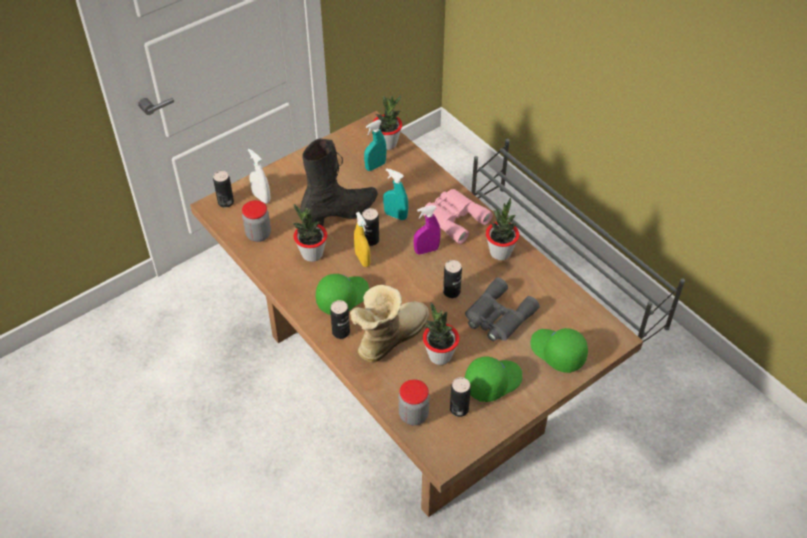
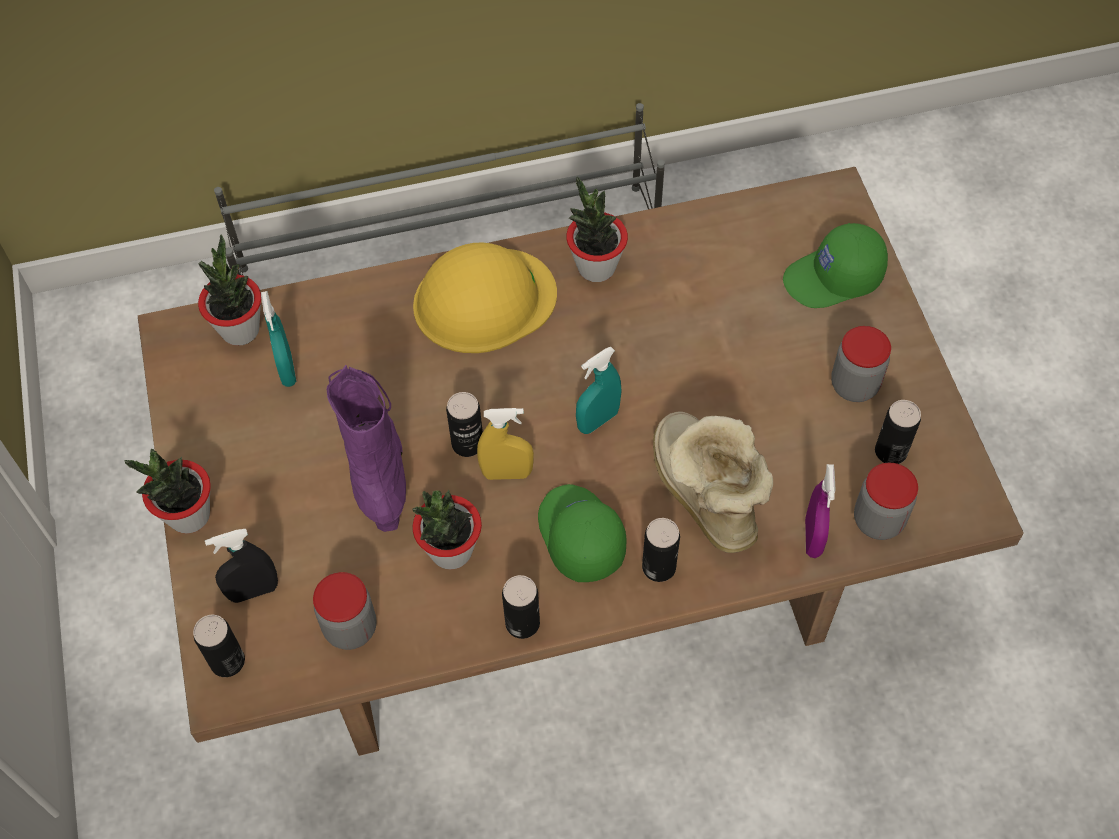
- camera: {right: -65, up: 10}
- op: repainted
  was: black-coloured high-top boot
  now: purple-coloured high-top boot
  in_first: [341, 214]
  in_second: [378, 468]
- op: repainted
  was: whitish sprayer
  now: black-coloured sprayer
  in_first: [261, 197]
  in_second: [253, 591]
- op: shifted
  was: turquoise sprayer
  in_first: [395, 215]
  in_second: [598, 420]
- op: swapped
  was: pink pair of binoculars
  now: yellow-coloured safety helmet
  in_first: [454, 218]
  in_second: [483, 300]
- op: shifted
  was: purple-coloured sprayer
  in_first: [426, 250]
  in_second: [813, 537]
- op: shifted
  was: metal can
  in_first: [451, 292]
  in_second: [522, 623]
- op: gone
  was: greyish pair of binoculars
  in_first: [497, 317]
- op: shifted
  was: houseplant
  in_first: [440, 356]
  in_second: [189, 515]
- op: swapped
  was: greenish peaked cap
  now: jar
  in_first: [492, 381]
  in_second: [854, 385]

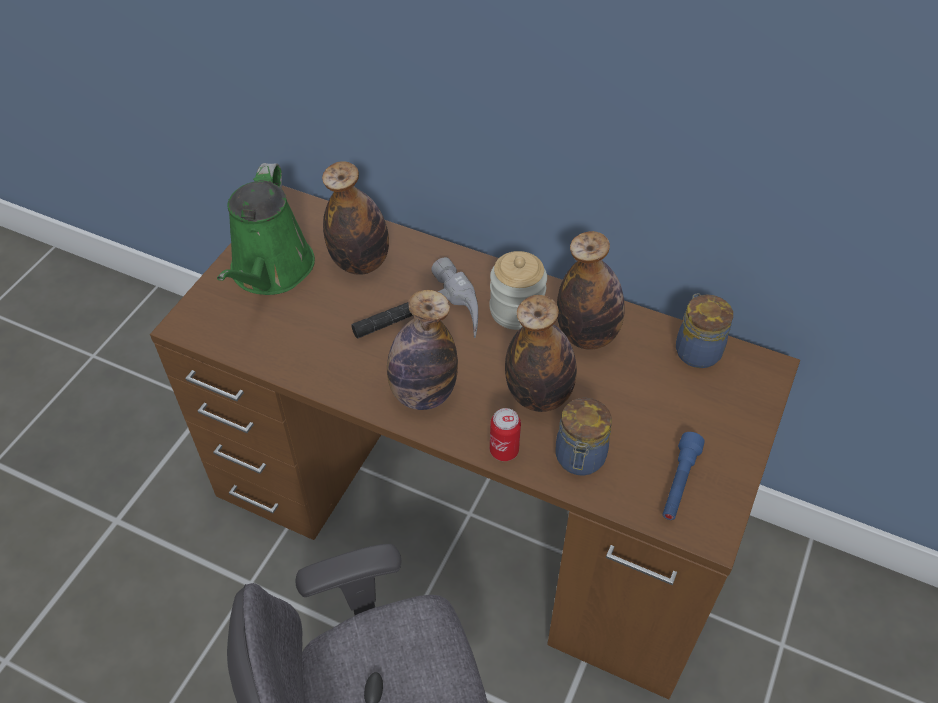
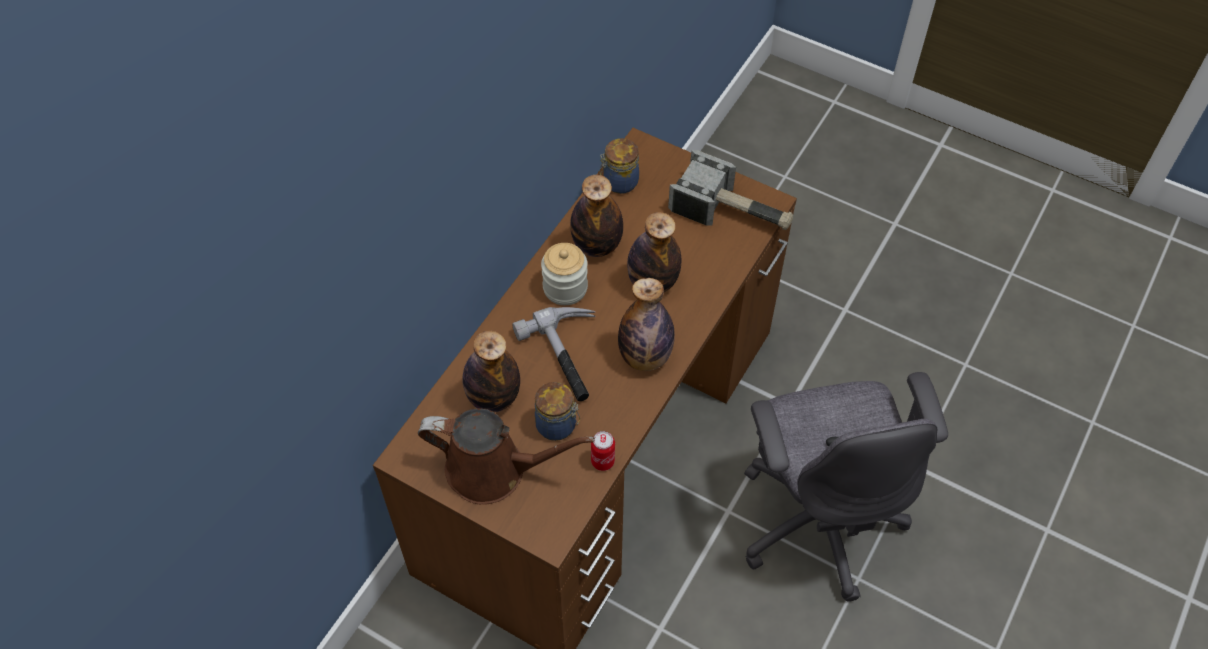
- camera: {right: -85, up: 5}
- op: repainted
  was: greenish watering can
  now: brown-coloured watering can
  in_first: [270, 272]
  in_second: [494, 470]
- op: shifted
  was: jar
  in_first: [579, 459]
  in_second: [558, 426]
- op: shifted
  was: metal can
  in_first: [504, 450]
  in_second: [603, 461]
- op: swapped
  was: blue-coloured flashlight
  now: tool hammer
  in_first: [679, 483]
  in_second: [733, 212]

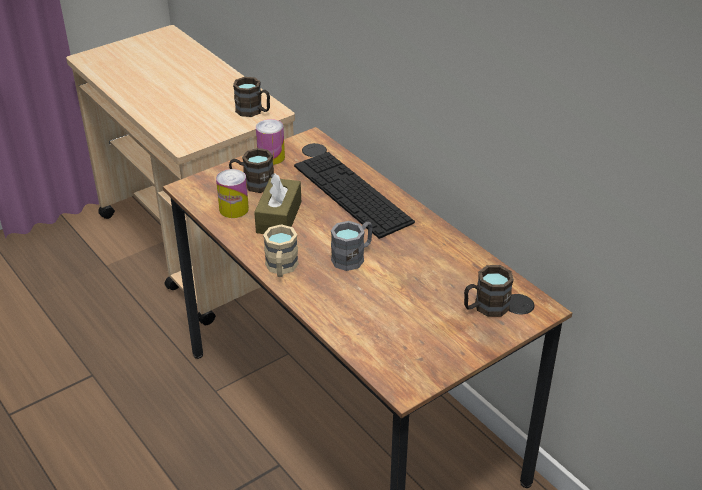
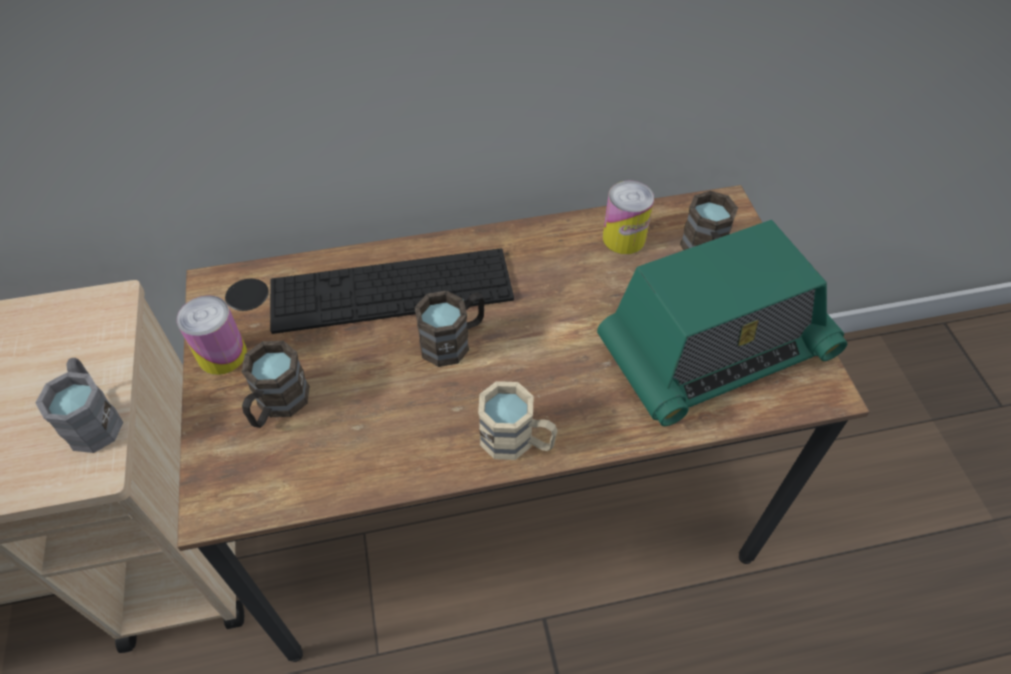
- camera: {right: -65, up: 15}
- op: shifted
  was: brown-coloured mug
  in_first: [253, 111]
  in_second: [454, 340]
- op: shifted
  was: metal can
  in_first: [234, 209]
  in_second: [624, 238]
- op: gone
  was: brown-coloured box of tissues
  in_first: [279, 217]
- op: shifted
  was: greyish mug
  in_first: [353, 257]
  in_second: [94, 418]
- op: new
  now: radio receiver
  in_second: [714, 351]

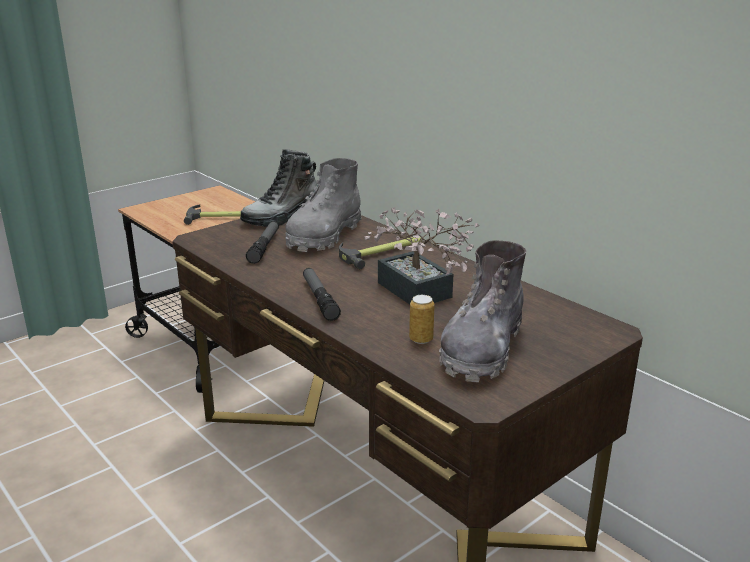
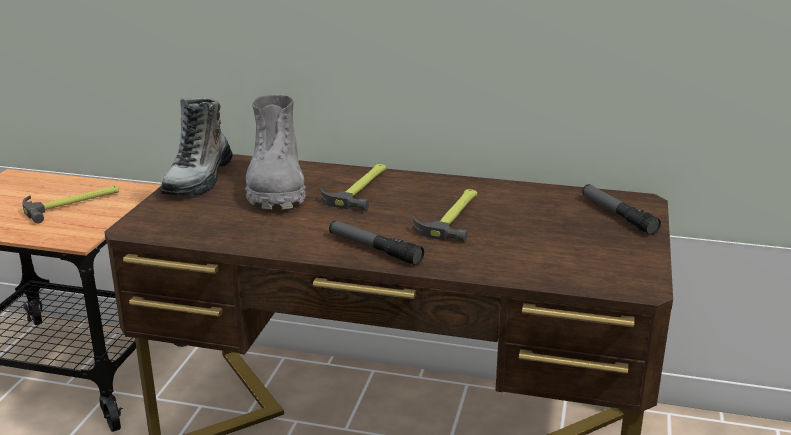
- camera: {right: -35, up: 0}
- op: swapped
  was: houseplant
  now: tool hammer
  in_first: [418, 293]
  in_second: [454, 217]
- op: shifted
  was: flashlight
  in_first: [264, 247]
  in_second: [617, 215]
- op: gone
  was: greyish high-top boot
  in_first: [482, 349]
- op: gone
  was: metal can
  in_first: [421, 339]

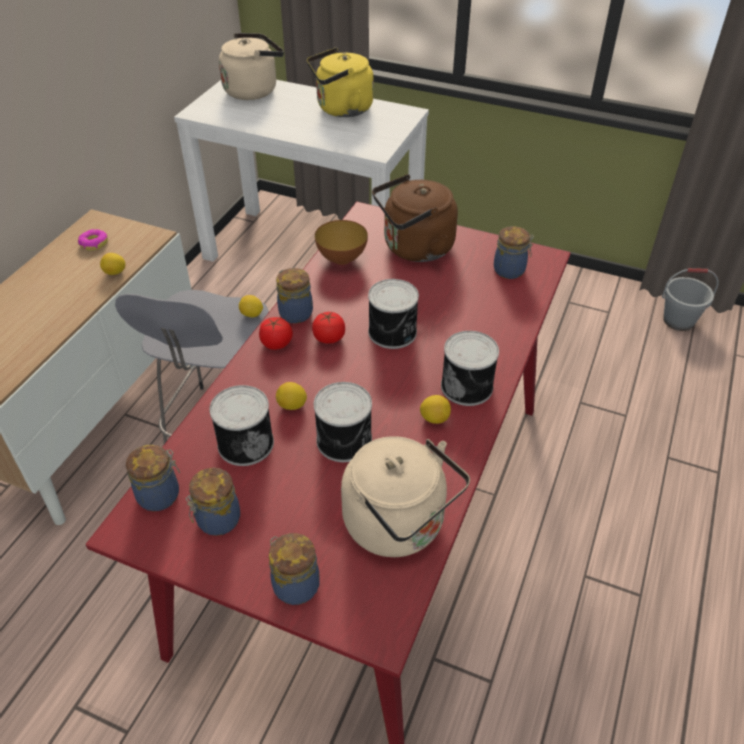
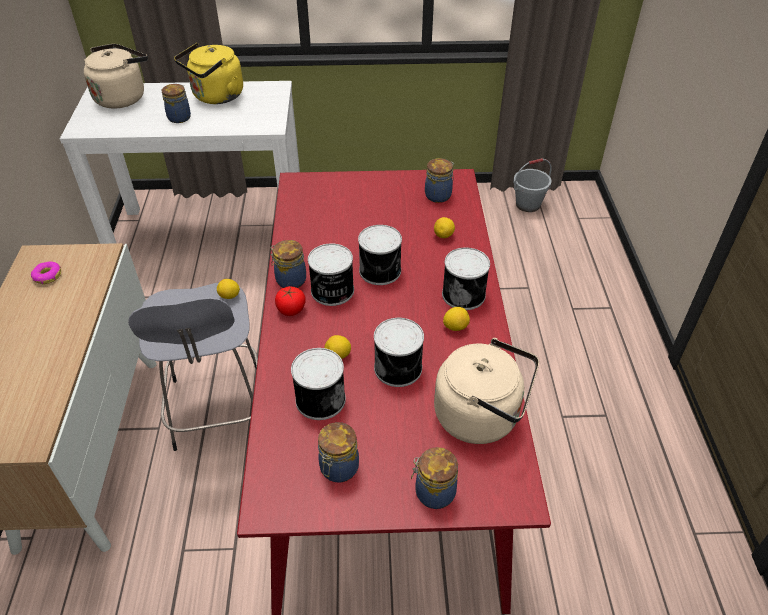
- camera: {right: -25, up: 0}
- op: gone
  was: brown-coloured tea kettle
  in_first: [414, 248]
- op: gone
  was: serving bowl
  in_first: [342, 259]
- op: shifted
  was: whole lemon
  in_first: [115, 273]
  in_second: [444, 235]
- op: swapped
  was: whole tomato
  now: metal can
  in_first: [329, 338]
  in_second: [332, 291]
- op: shifted
  was: jar
  in_first: [160, 495]
  in_second: [180, 117]

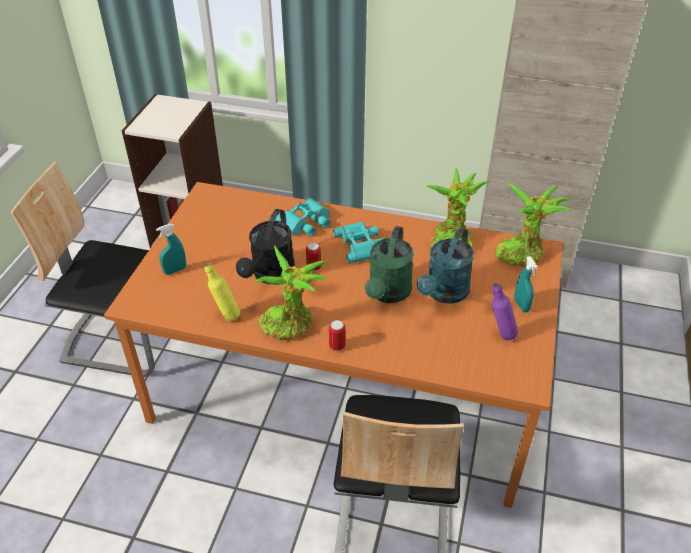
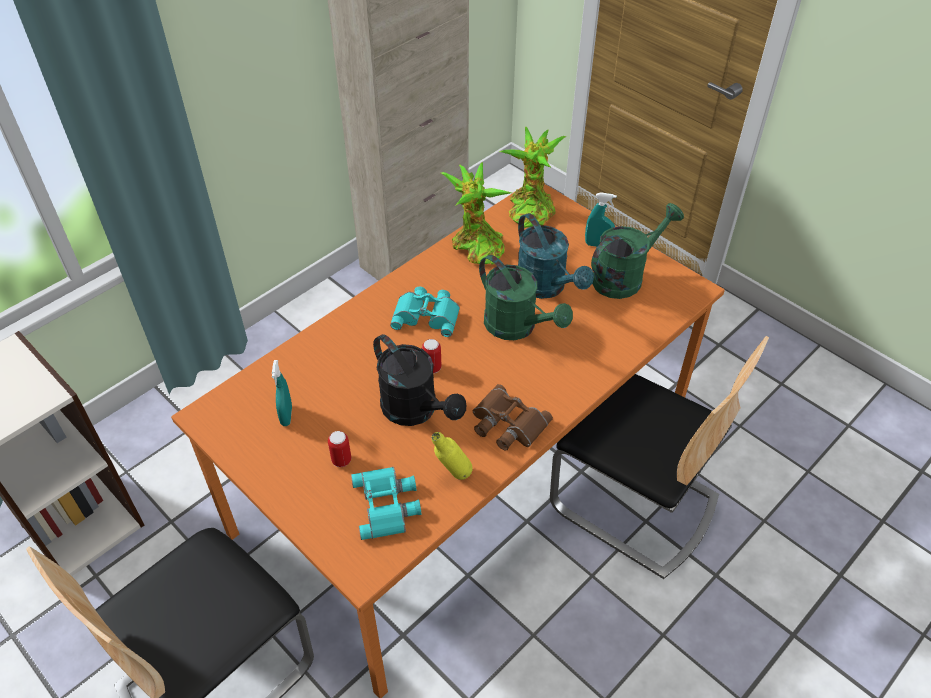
- camera: {right: -60, up: 5}
- op: shifted
  was: turquoise pair of binoculars
  in_first: [306, 222]
  in_second: [387, 505]
- op: shifted
  was: turquoise sprayer
  in_first: [175, 270]
  in_second: [286, 415]
- op: swapped
  was: houseplant
  now: brown-coloured pair of binoculars
  in_first: [290, 324]
  in_second: [507, 424]
- op: swapped
  was: purple-coloured bottle
  now: greenish watering can
  in_first: [500, 334]
  in_second: [624, 276]
- op: shifted
  was: metal can
  in_first: [337, 346]
  in_second: [341, 460]

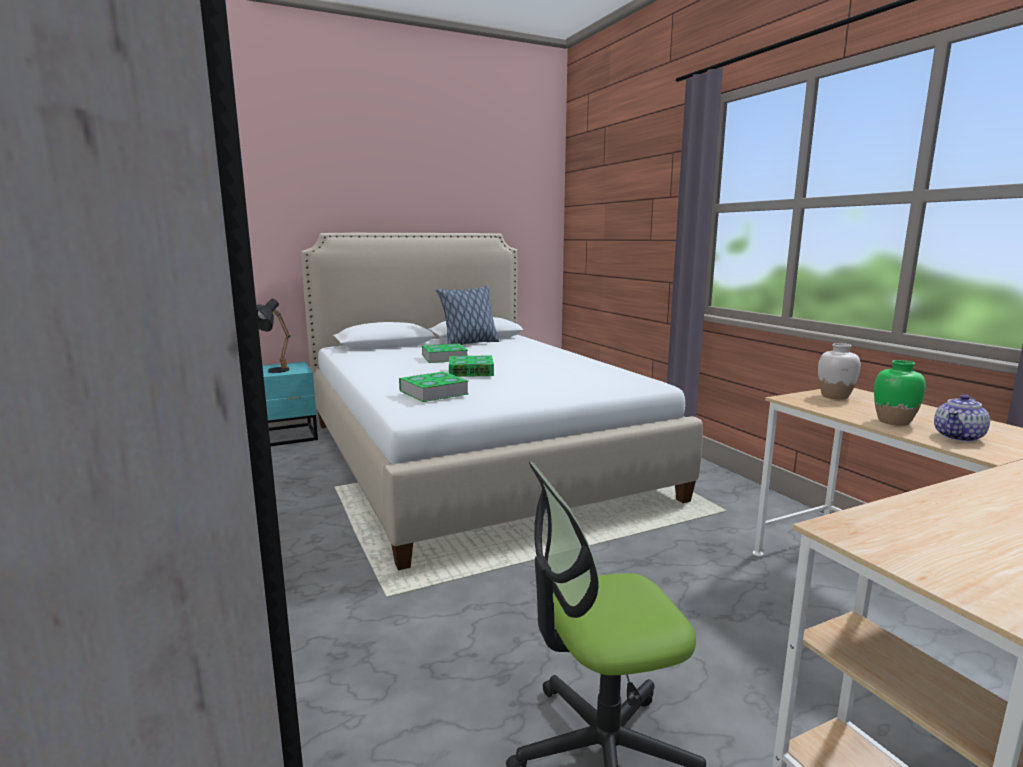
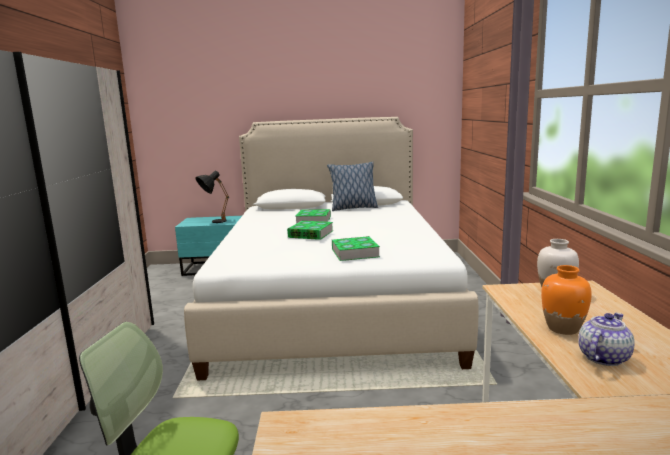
- camera: {right: 25, up: 0}
- op: repainted
  was: greenish decorative vase
  now: orange decorative vase
  in_first: [894, 422]
  in_second: [563, 329]
- op: shifted
  was: book
  in_first: [433, 392]
  in_second: [355, 253]
- op: rotated
  was: pot for tea
  in_first: [959, 437]
  in_second: [603, 357]
  clockwise: 150

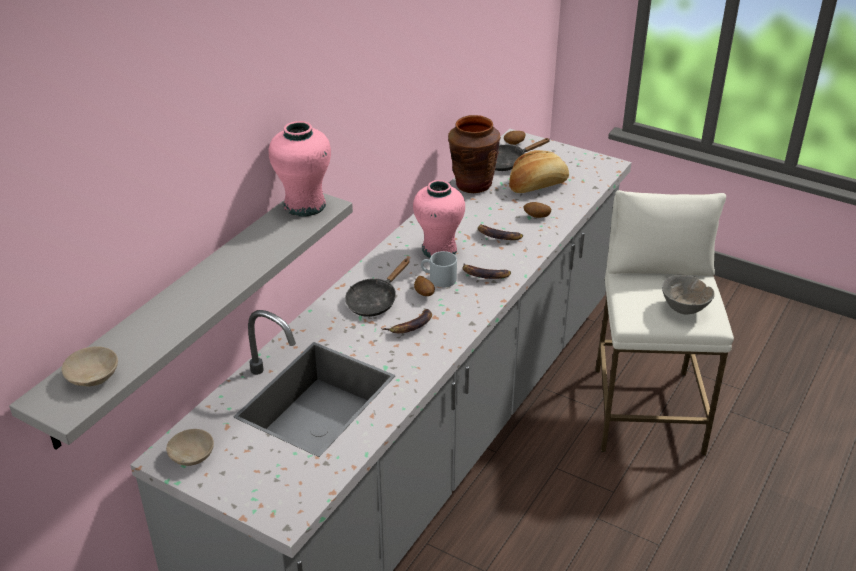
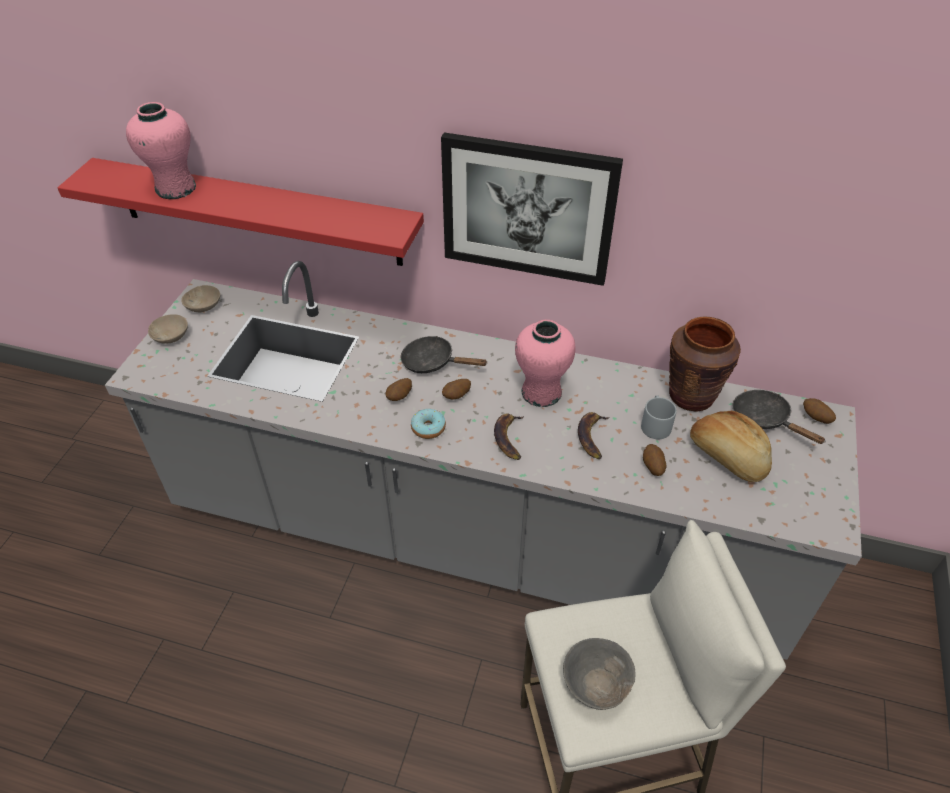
- camera: {right: 75, up: 10}
- op: shifted
  was: pink decorative vase
  in_first: [305, 205]
  in_second: [175, 188]
- op: repainted
  was: greyish shelf
  now: red-coloured shelf
  in_first: [181, 311]
  in_second: [257, 212]
- op: shifted
  was: greyish mug
  in_first: [438, 279]
  in_second: [654, 423]
- op: swapped
  was: banana
  now: spud
  in_first: [411, 326]
  in_second: [399, 397]
- op: shifted
  was: sand-coloured serving bowl
  in_first: [94, 375]
  in_second: [172, 336]
- op: new
  now: wall picture
  in_second: [528, 209]
- op: new
  now: donut
  in_second: [428, 428]

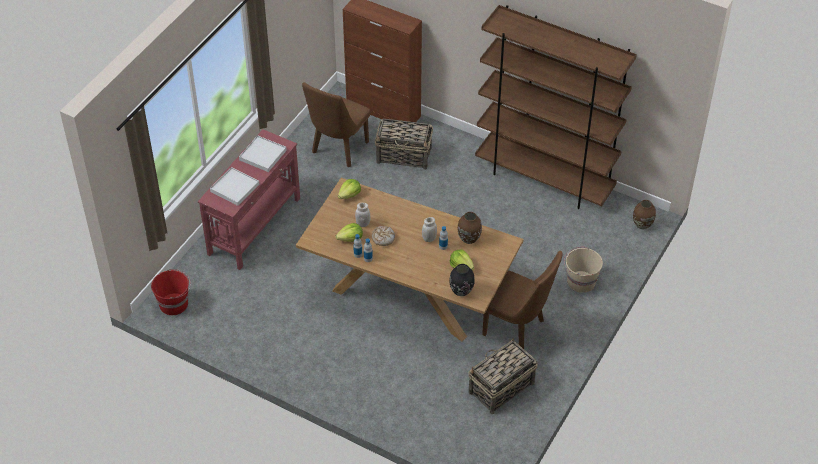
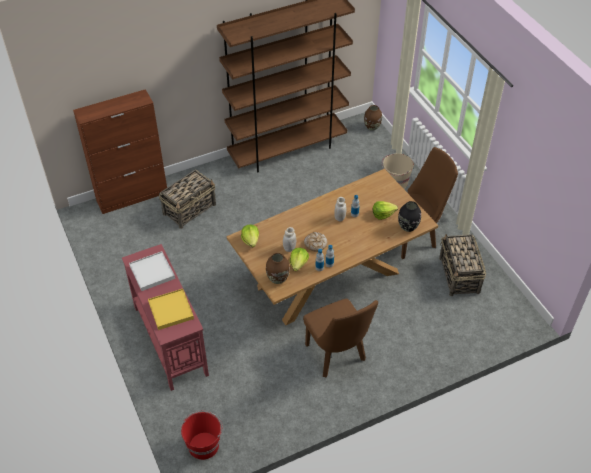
- camera: {right: -55, up: 0}
- op: shifted
  was: brown-coloured plain chair
  in_first: [338, 150]
  in_second: [337, 356]
- op: repainted
  was: whitish serving tray
  now: yellow-coloured serving tray
  in_first: [234, 188]
  in_second: [171, 310]
- op: shifted
  was: brown-coloured decorative vase
  in_first: [468, 238]
  in_second: [277, 279]

